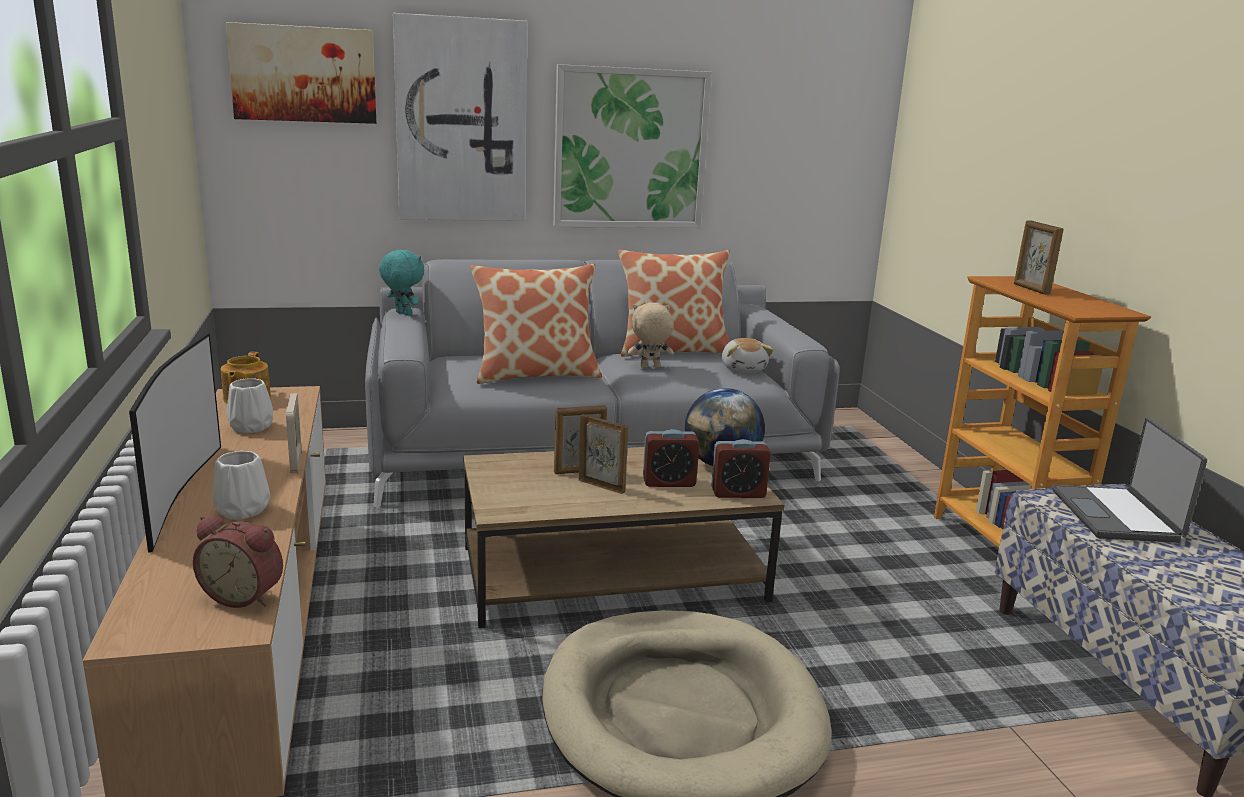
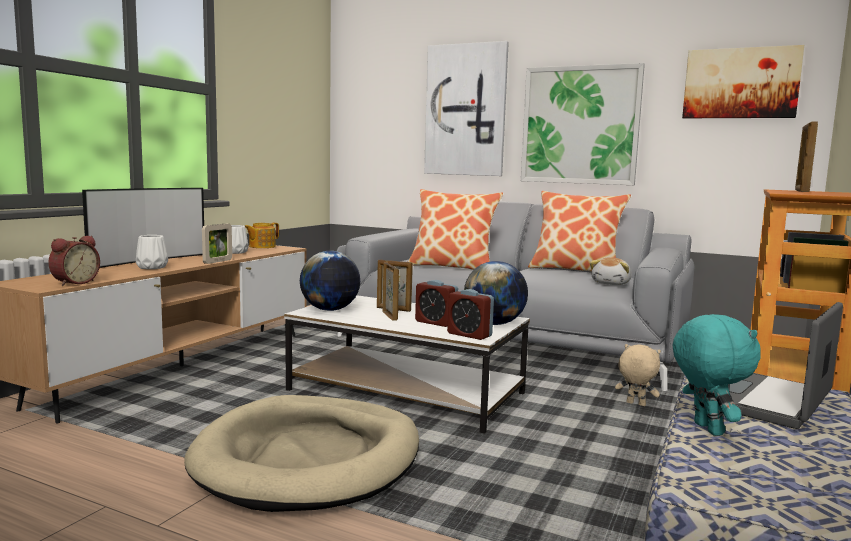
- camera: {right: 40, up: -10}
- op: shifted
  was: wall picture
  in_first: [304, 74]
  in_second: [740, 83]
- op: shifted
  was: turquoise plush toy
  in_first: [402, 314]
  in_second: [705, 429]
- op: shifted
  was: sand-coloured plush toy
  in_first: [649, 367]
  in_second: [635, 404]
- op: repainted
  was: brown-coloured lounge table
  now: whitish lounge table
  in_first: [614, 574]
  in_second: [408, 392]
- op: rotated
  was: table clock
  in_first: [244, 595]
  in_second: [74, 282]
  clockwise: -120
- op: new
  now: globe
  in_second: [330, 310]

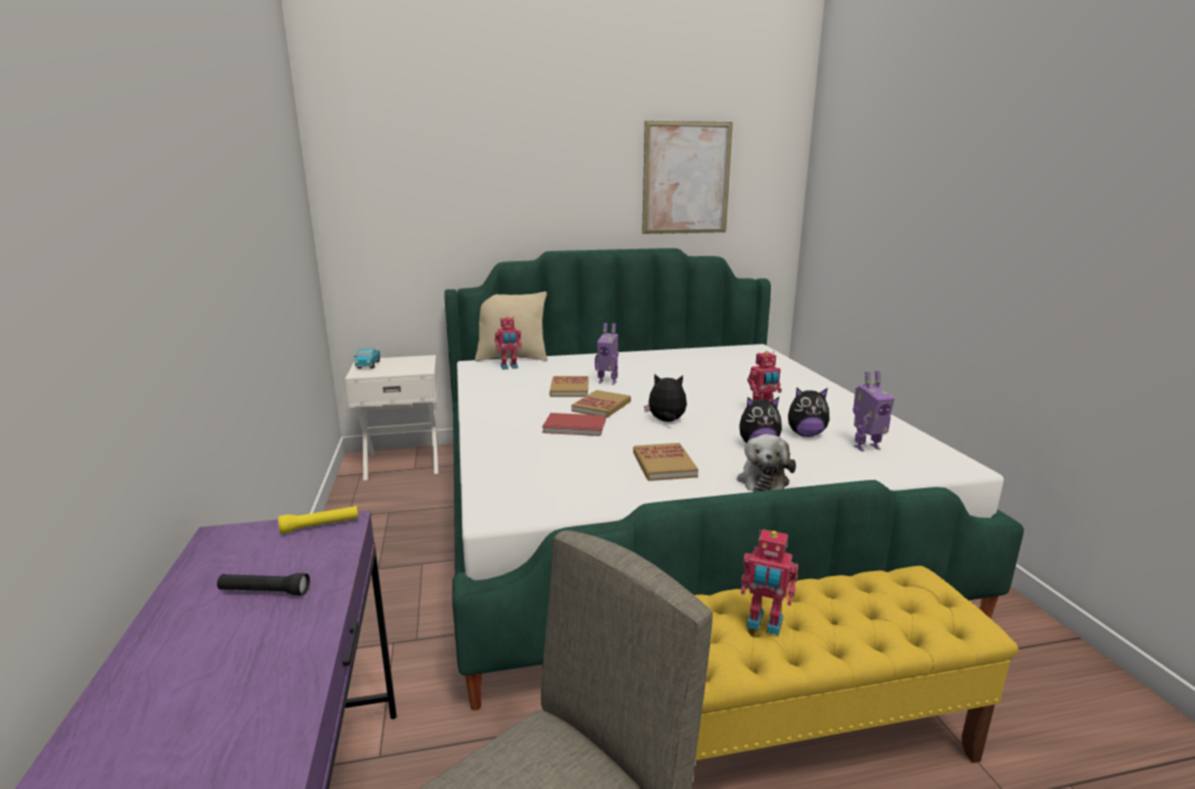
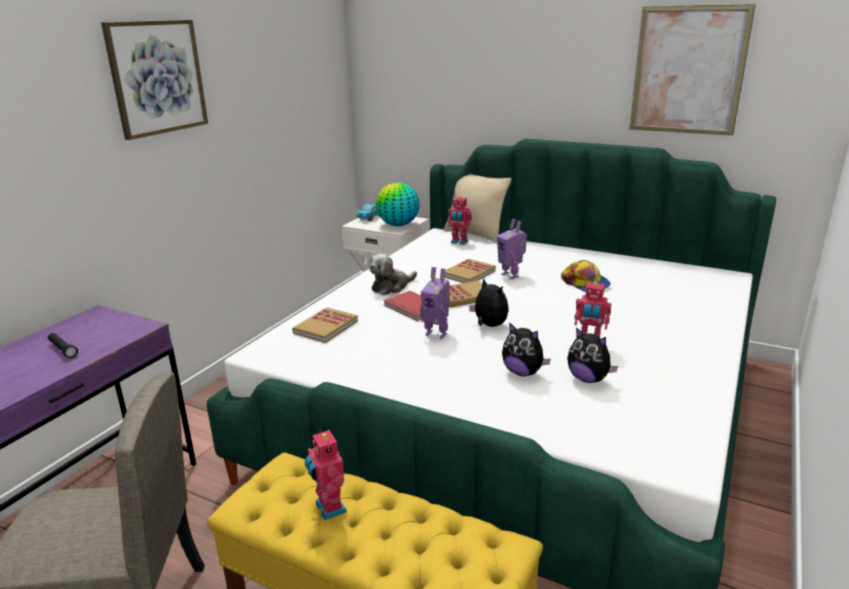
- camera: {right: 40, up: 5}
- op: shifted
  was: robot figure
  in_first: [865, 447]
  in_second: [436, 334]
- op: shifted
  was: plush toy
  in_first: [763, 480]
  in_second: [391, 287]
- op: shifted
  was: book
  in_first: [664, 464]
  in_second: [326, 327]
- op: gone
  was: yellow-coloured flashlight
  in_first: [320, 526]
- op: new
  now: wall picture
  in_second: [157, 77]
- op: new
  now: globe
  in_second: [398, 225]
- op: new
  now: peaked cap
  in_second: [585, 283]

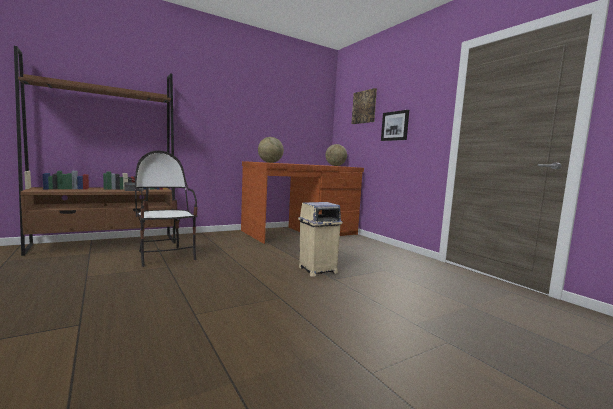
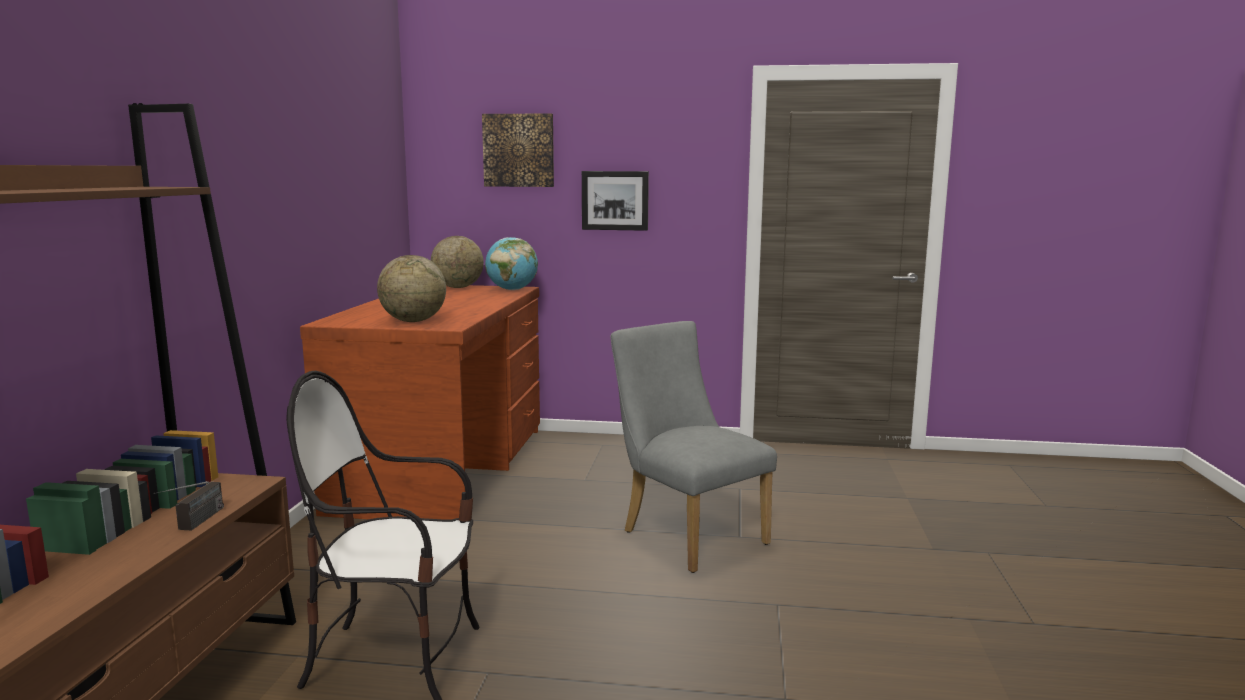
- camera: {right: -50, up: 5}
- op: swapped
  was: sand-coloured rubbish bin
  now: greyish plain chair
  in_first: [317, 270]
  in_second: [687, 534]
- op: new
  now: globe
  in_second: [512, 290]

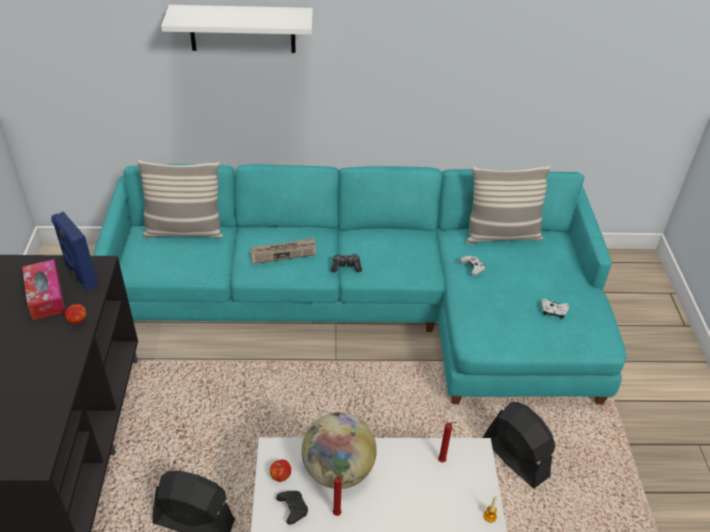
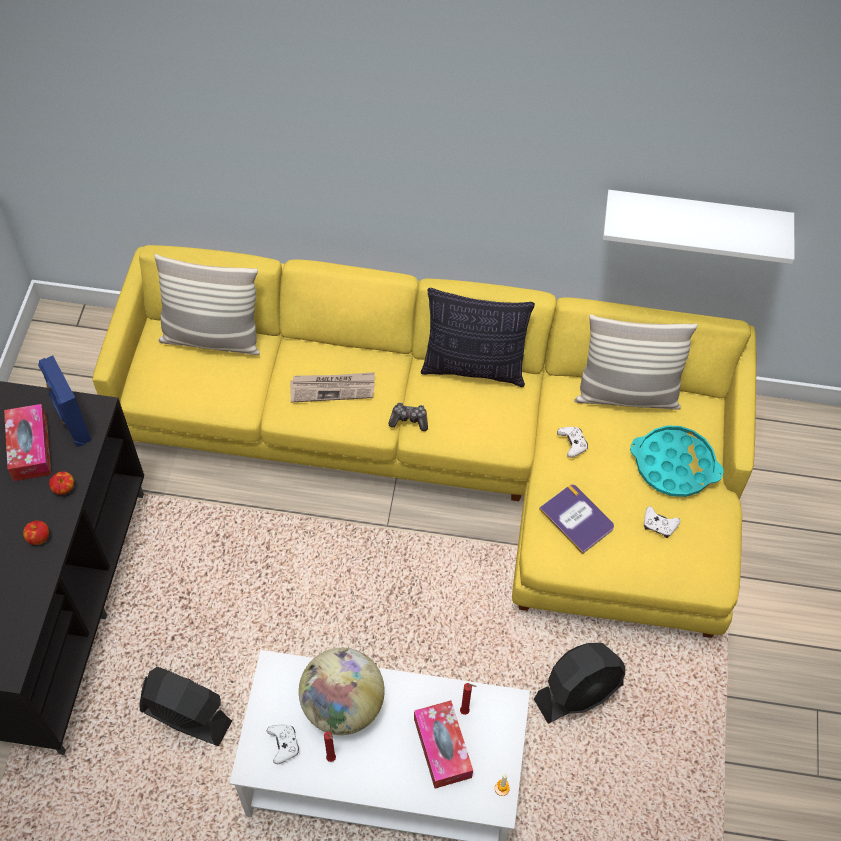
- camera: {right: 10, up: 15}
- op: shifted
  was: whitish shelf
  in_first: [242, 29]
  in_second: [694, 221]
- op: repainted
  was: turquoise couch
  now: yellow-coloured couch
  in_first: [378, 305]
  in_second: [458, 451]
- op: rotated
  was: black-coloured electric fan
  in_first: [515, 457]
  in_second: [578, 693]
  clockwise: 90
- op: shifted
  was: apple
  in_first: [280, 476]
  in_second: [38, 537]
- op: repainted
  was: black-coloured game controller
  now: whitish game controller
  in_first: [293, 509]
  in_second: [284, 745]
- op: new
  now: pillow
  in_second: [474, 368]
- op: new
  now: turquoise serving tray
  in_second: [674, 465]
- op: new
  now: book
  in_second: [577, 518]
- op: new
  now: box of tissues
  in_second: [442, 748]

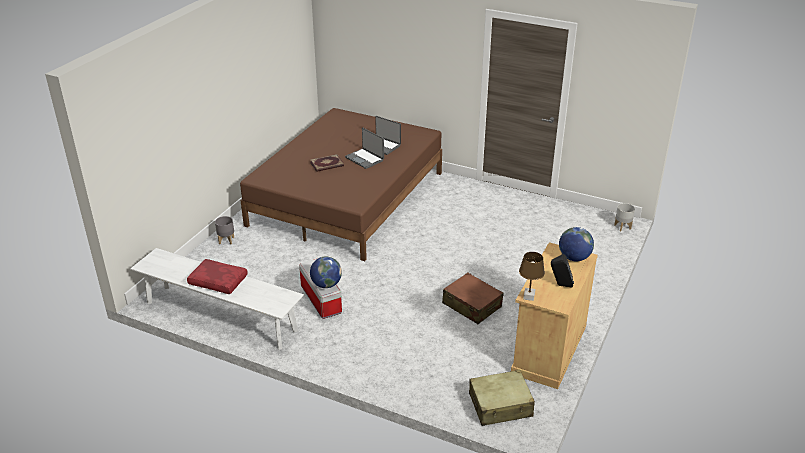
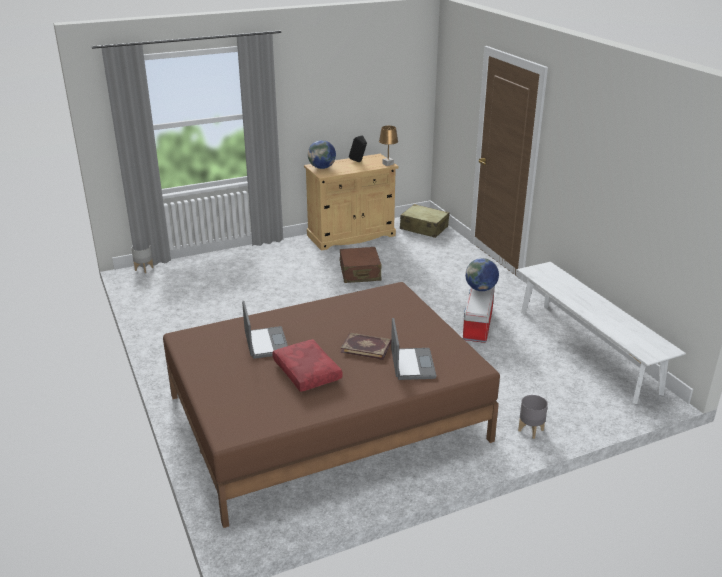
- camera: {right: -140, up: -5}
- op: shifted
  was: portable computer
  in_first: [365, 159]
  in_second: [411, 364]
- op: shifted
  was: red-coloured pillow
  in_first: [219, 281]
  in_second: [305, 372]

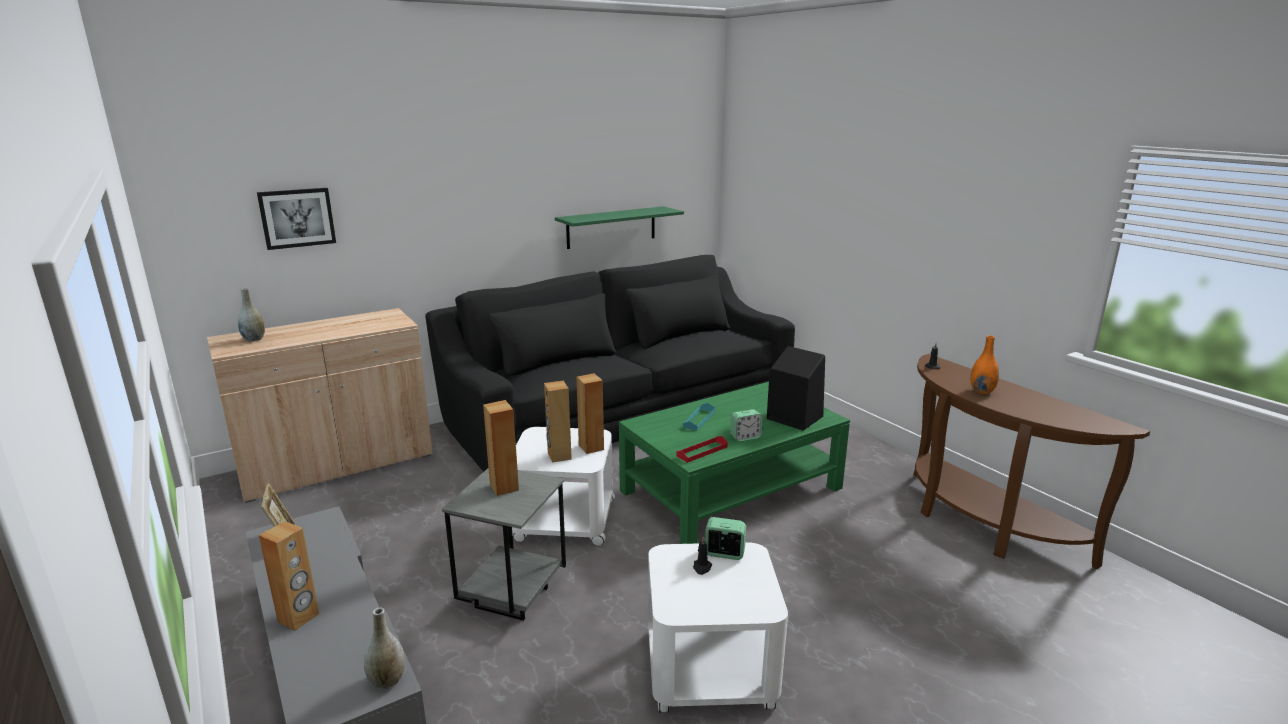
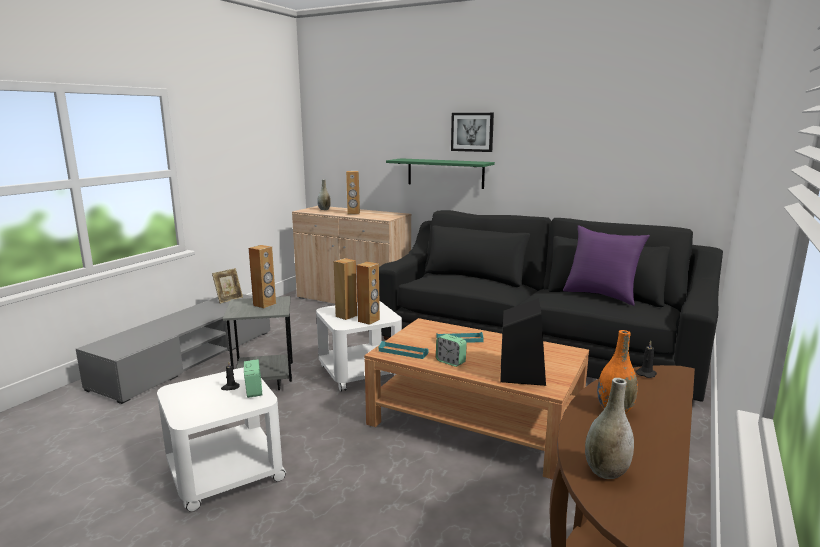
- camera: {right: 60, up: -5}
- op: shifted
  was: wall picture
  in_first: [297, 218]
  in_second: [472, 132]
- op: shifted
  was: greenish shelf
  in_first: [611, 227]
  in_second: [445, 173]
- op: repainted
  was: greenish lounge table
  now: brown-coloured lounge table
  in_first: [732, 489]
  in_second: [476, 421]
- op: repainted
  was: red-coloured serving tray
  now: turquoise serving tray
  in_first: [702, 451]
  in_second: [403, 352]
- op: shifted
  was: brown-coloured loudspeaker
  in_first: [299, 618]
  in_second: [353, 213]
- op: shifted
  was: greyish decorative vase
  in_first: [387, 680]
  in_second: [606, 471]
- op: new
  now: purple-coloured pillow
  in_second: [601, 295]

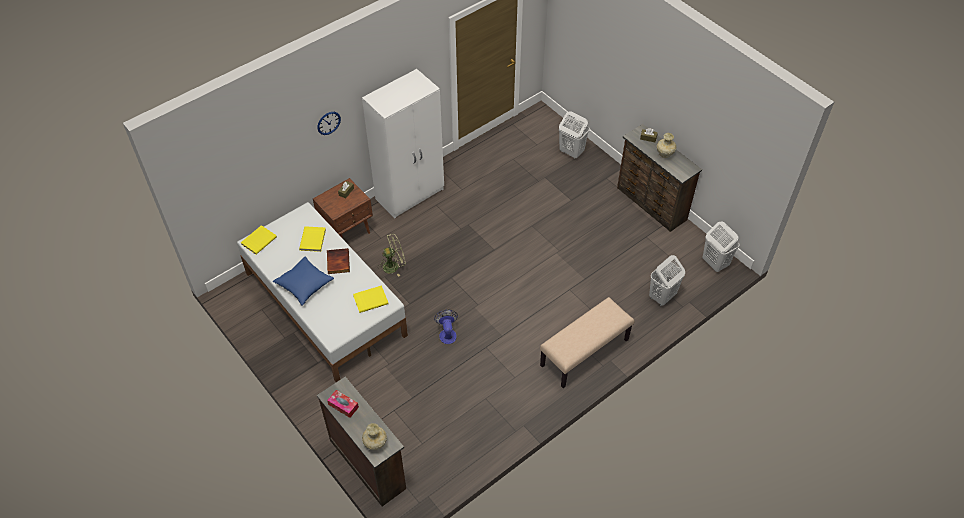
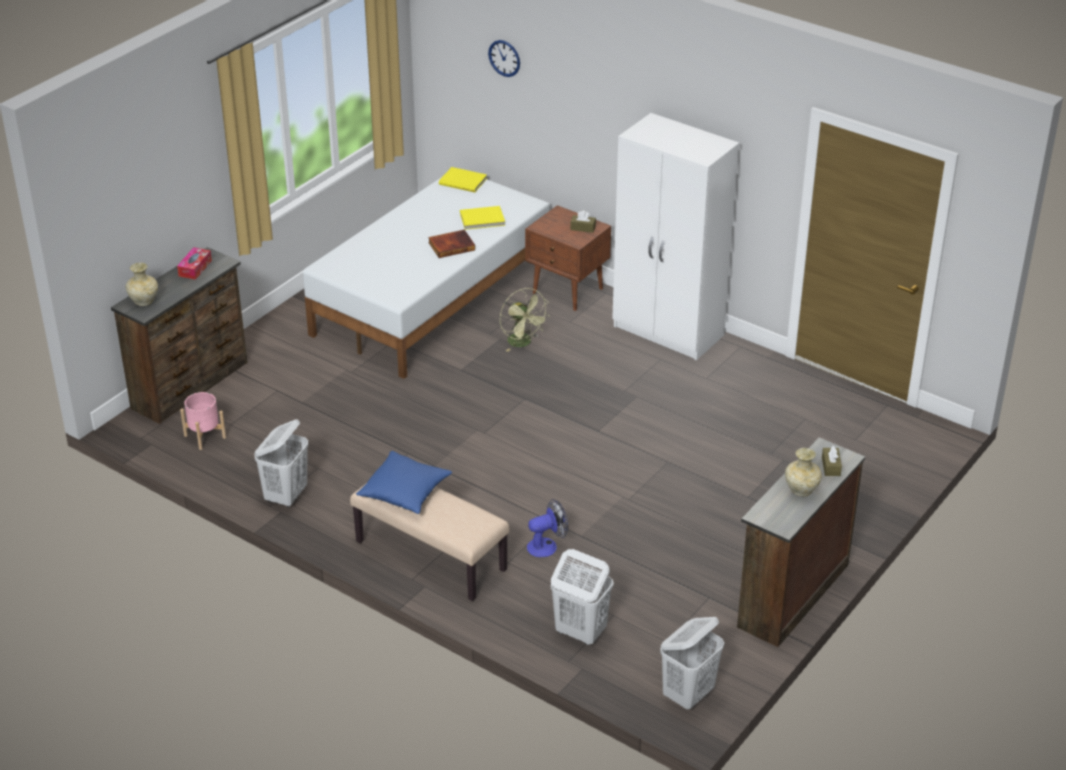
- camera: {right: 75, up: -15}
- op: shifted
  was: whitish laundry basket
  in_first: [571, 152]
  in_second: [286, 496]
- op: shifted
  was: clock on the wall
  in_first: [328, 123]
  in_second: [504, 58]
- op: shifted
  was: blue-coloured pillow
  in_first: [304, 284]
  in_second: [405, 492]
- op: gone
  was: yellow-coloured book
  in_first: [370, 299]
- op: shifted
  was: electric fan
  in_first: [447, 333]
  in_second: [547, 546]
- op: new
  now: pink flower pot
  in_second: [205, 436]

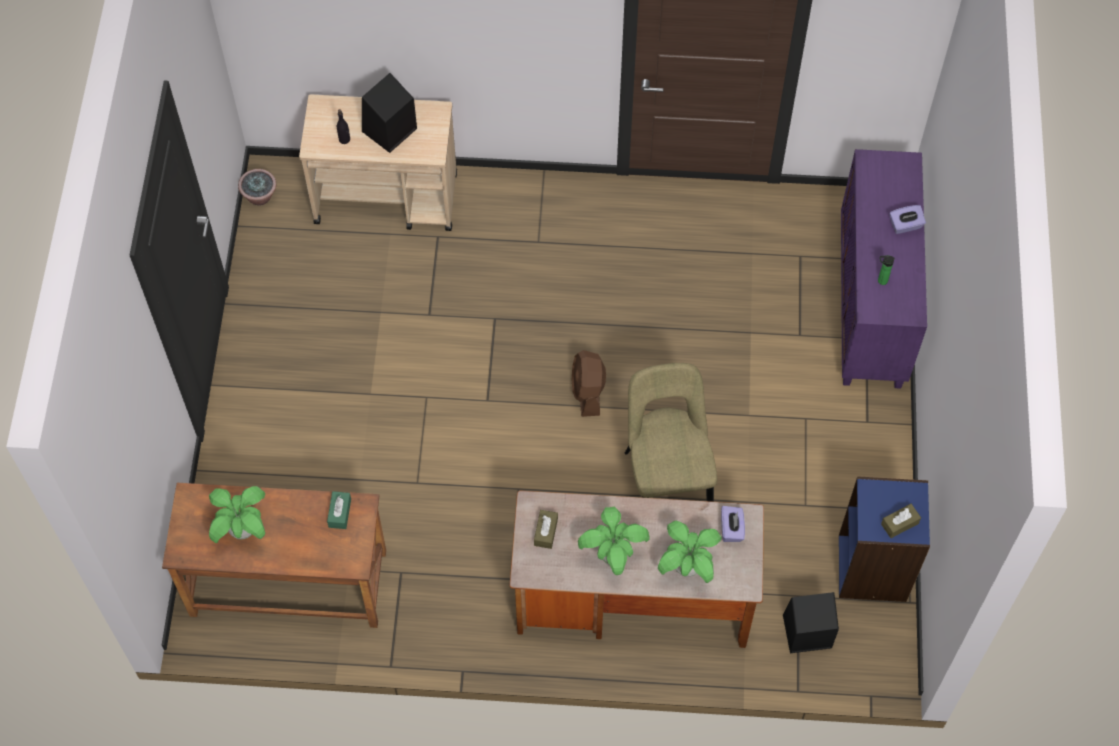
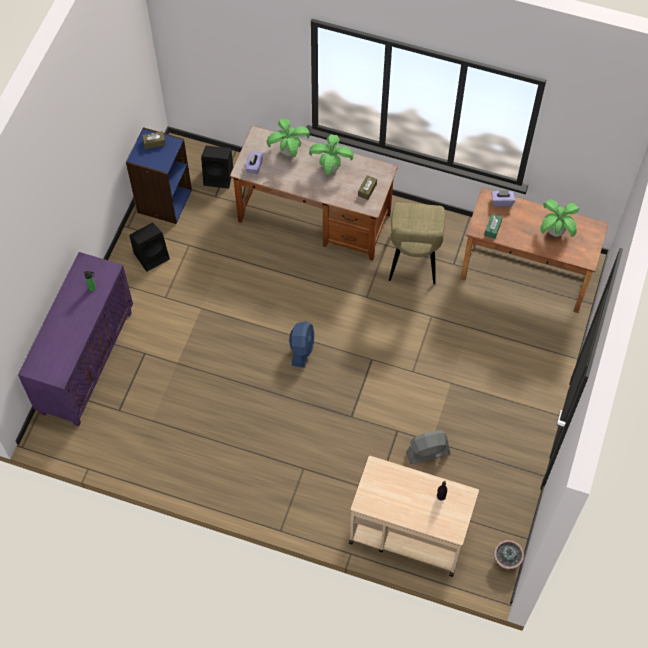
- camera: {right: -165, up: 0}
- op: shifted
  was: black-coloured loudspeaker
  in_first: [388, 131]
  in_second: [152, 255]
- op: shifted
  was: purple-coloured box of tissues
  in_first: [905, 225]
  in_second: [502, 201]
- op: repainted
  was: brown-coloured electric fan
  now: blue-coloured electric fan
  in_first: [588, 391]
  in_second: [302, 349]
- op: shifted
  was: sand-coloured plain chair
  in_first: [666, 482]
  in_second: [413, 260]
- op: new
  now: greyish electric fan
  in_second: [427, 453]

